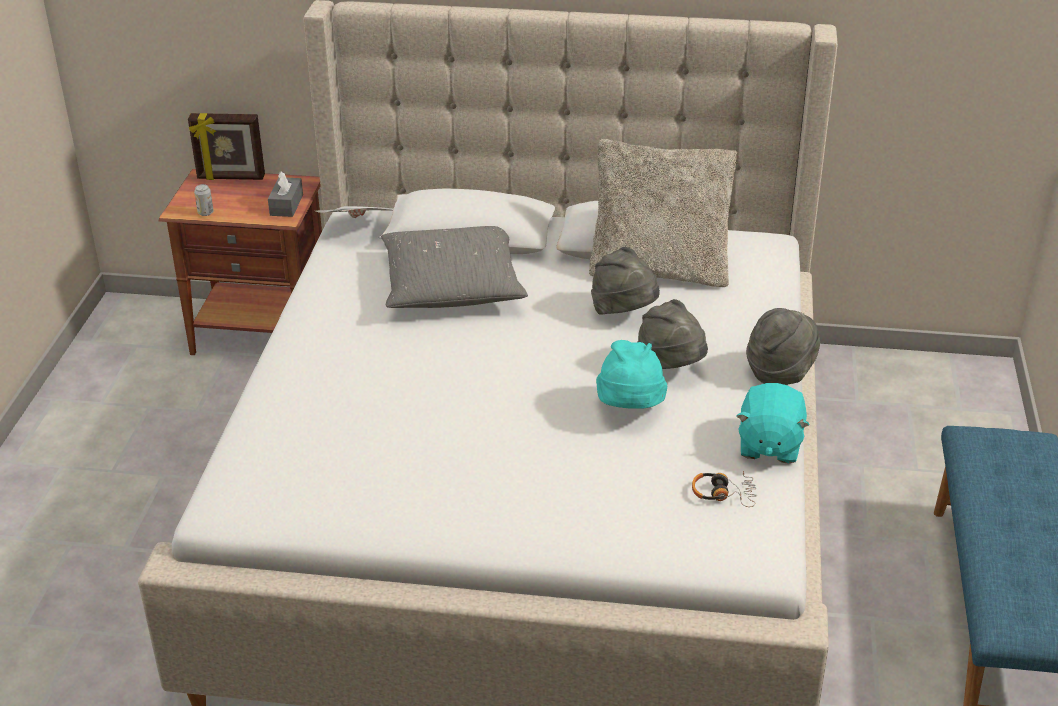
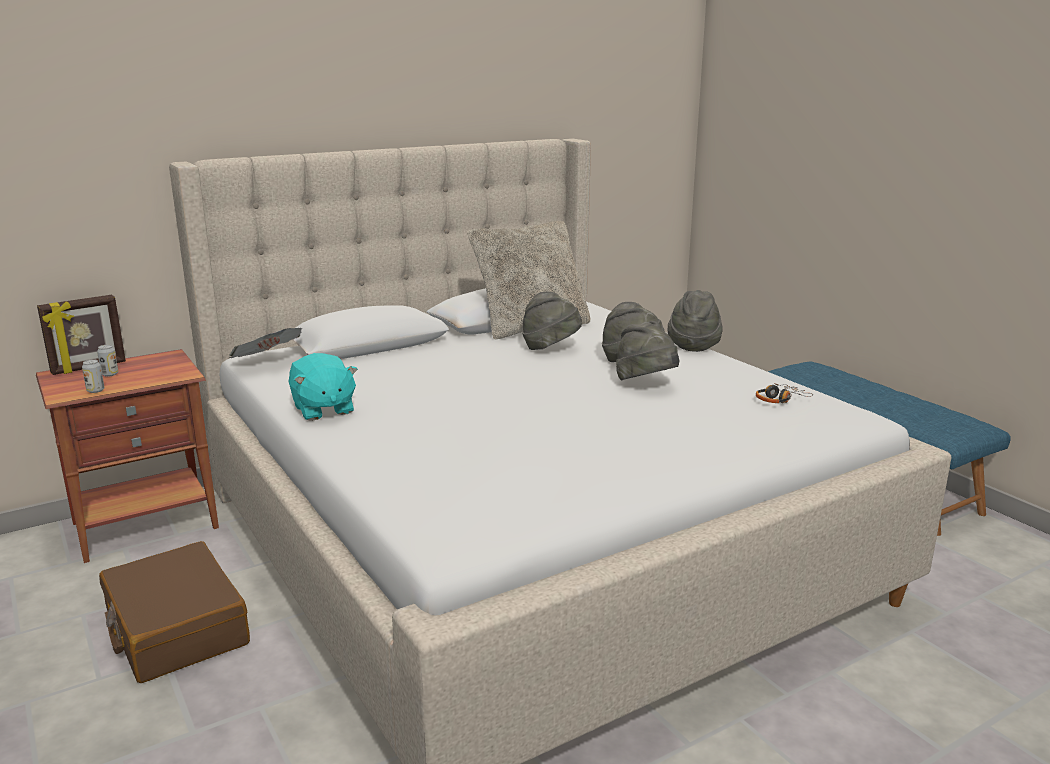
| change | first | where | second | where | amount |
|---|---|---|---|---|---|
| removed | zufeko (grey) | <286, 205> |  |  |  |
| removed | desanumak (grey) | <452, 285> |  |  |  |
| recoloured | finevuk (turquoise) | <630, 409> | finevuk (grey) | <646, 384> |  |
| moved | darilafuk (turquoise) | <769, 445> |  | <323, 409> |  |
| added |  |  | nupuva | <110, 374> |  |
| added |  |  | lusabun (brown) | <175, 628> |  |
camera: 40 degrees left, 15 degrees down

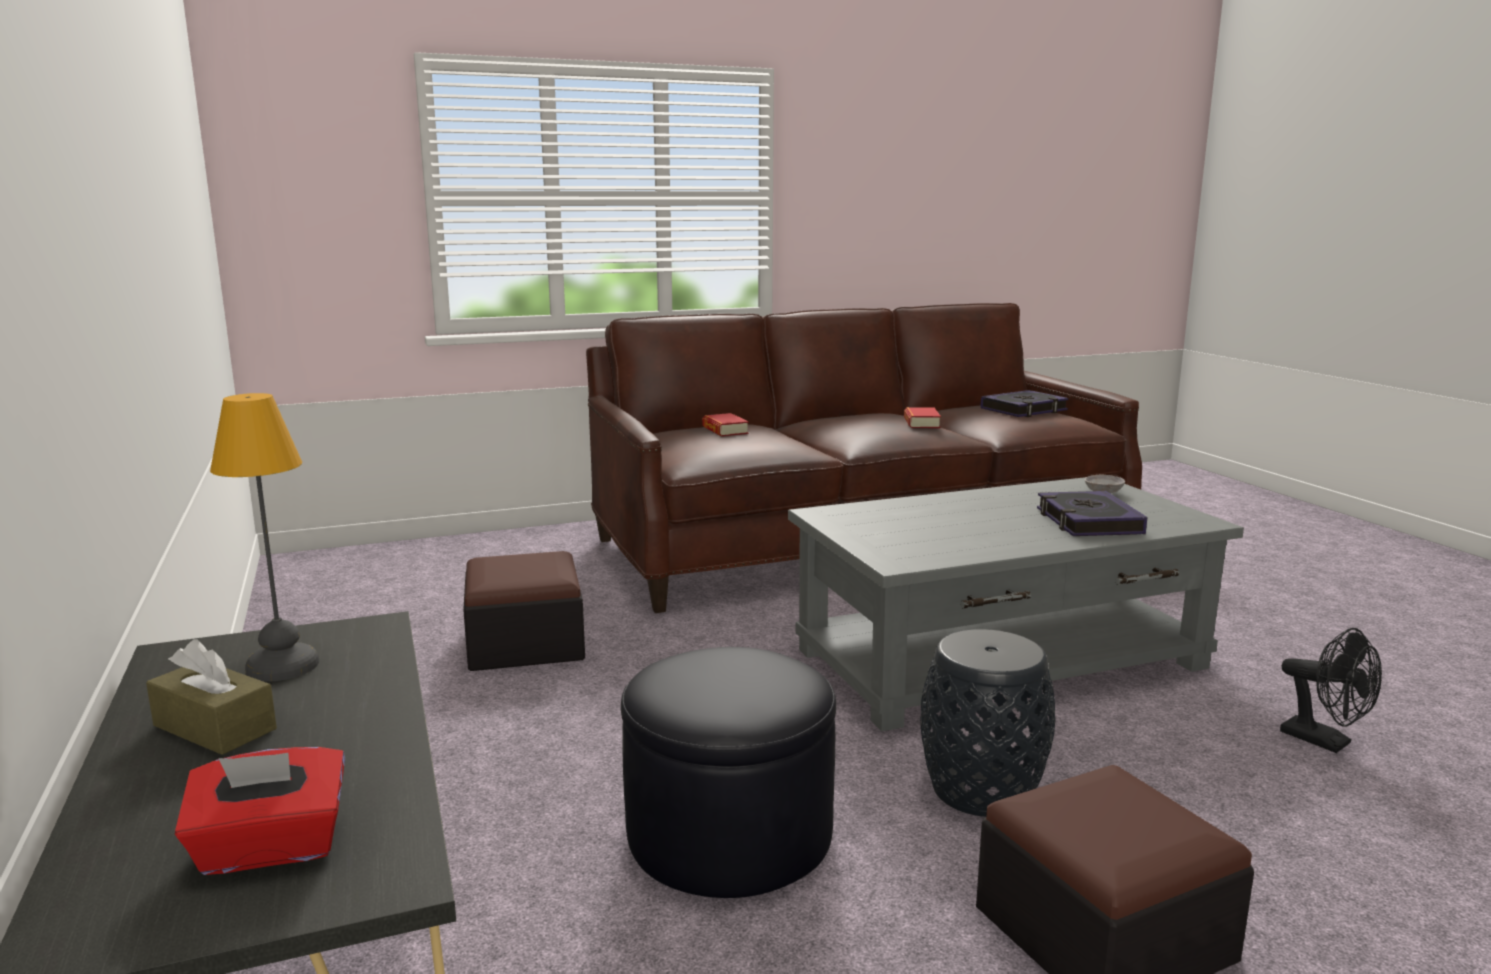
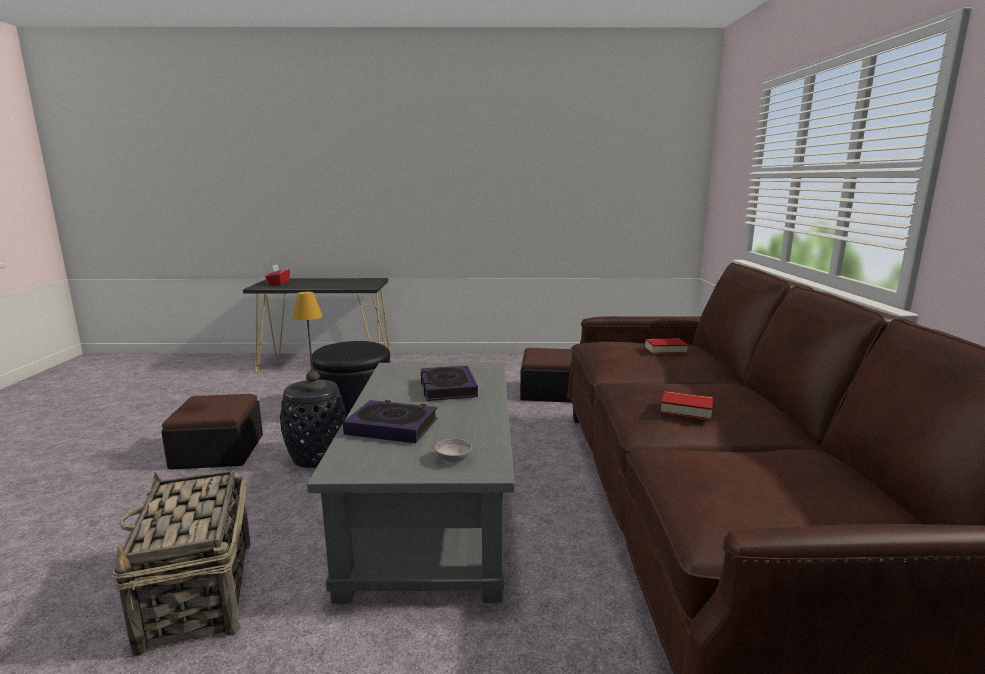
| change | first | where | second | where | amount |
|---|---|---|---|---|---|
| moved | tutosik | <1024, 410> |  | <447, 388> |  |
| moved | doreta | <285, 665> |  | <313, 387> |  |
| replaced | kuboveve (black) | <1325, 742> | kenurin | <198, 594> |  |
| removed | zufeko (brown) | <215, 727> |  |  |  |
camera: 110 degrees right, 0 degrees up

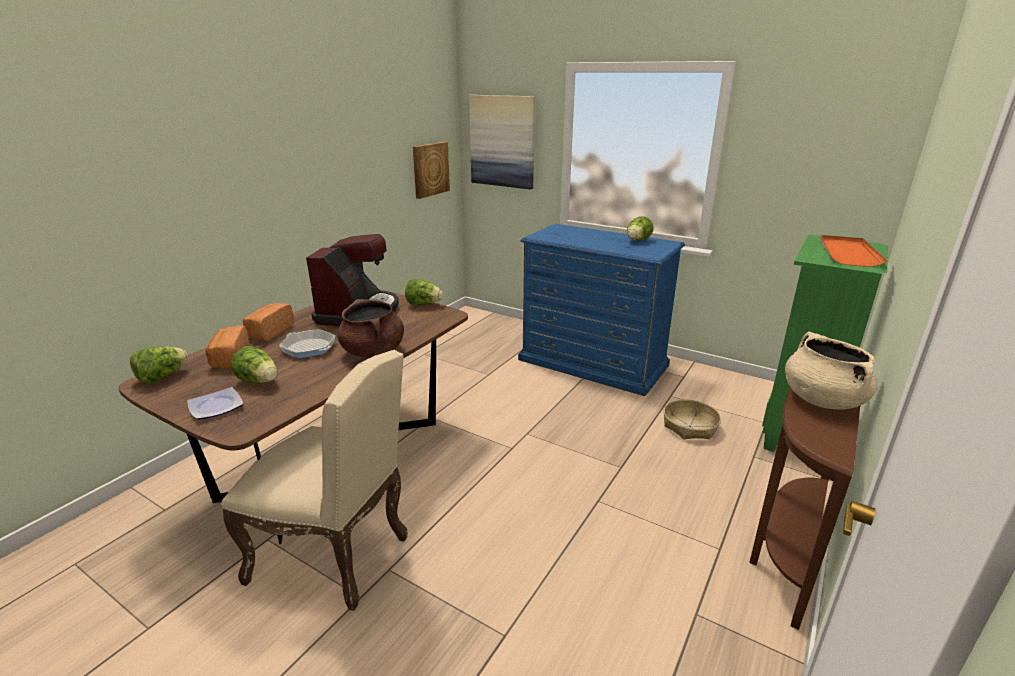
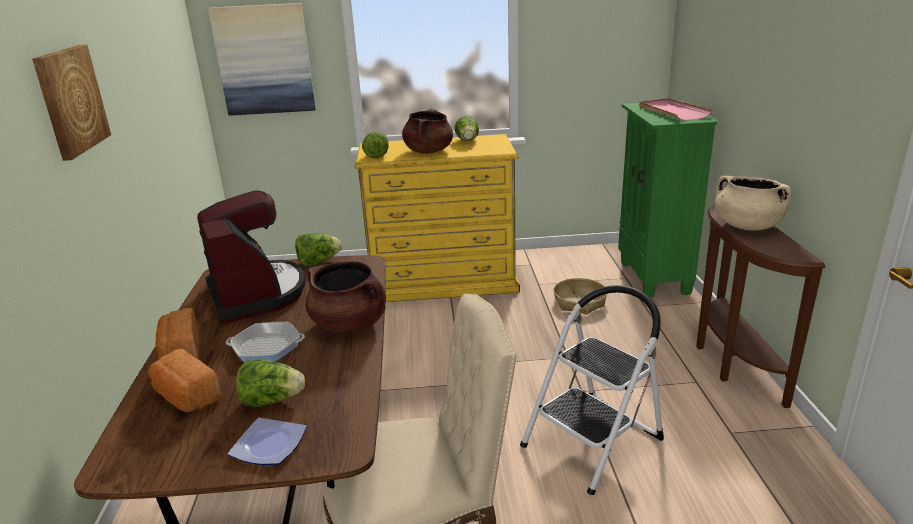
| change | first | where | second | where | amount |
|---|---|---|---|---|---|
| moved | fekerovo | <430, 169> |  | <70, 100> |  |
| recoloured | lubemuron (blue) | <593, 362> | lubemuron (yellow) | <443, 280> |  |
| recoloured | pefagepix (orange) | <847, 253> | pefagepix (pink) | <672, 112> |  |
| moved | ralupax | <162, 377> |  | <377, 155> |  |
| added |  |  | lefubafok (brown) | <428, 151> |  |
| added |  |  | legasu | <595, 441> |  |
camera: 35 degrees left, 0 degrees up

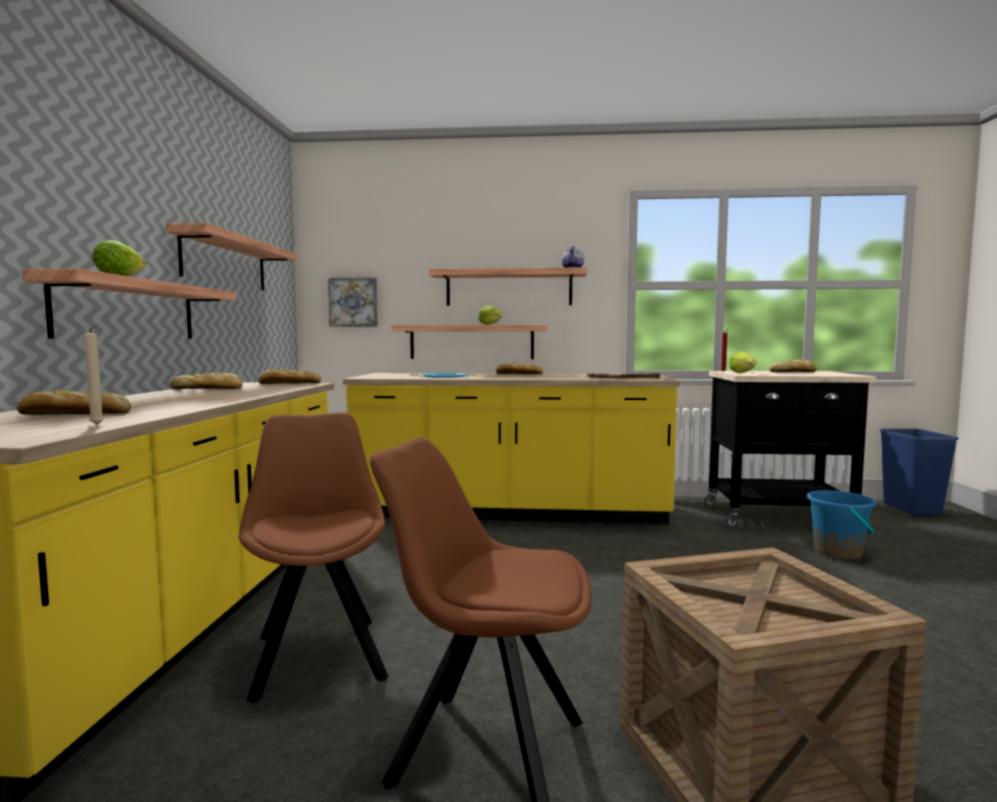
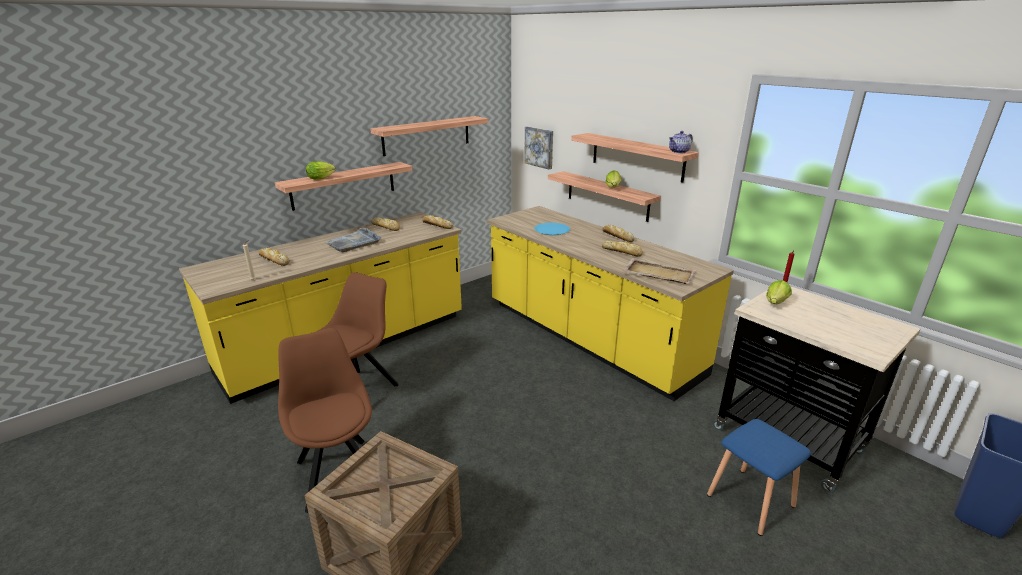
| change | first | where | second | where | amount |
|---|---|---|---|---|---|
| moved | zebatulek | <793, 372> |  | <622, 252> |  |
| replaced | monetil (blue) | <838, 552> | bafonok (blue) | <750, 499> |  |
| added |  |  | pefagepix (grey) | <354, 242> |  |
camera: 45 degrees right, 20 degrees up

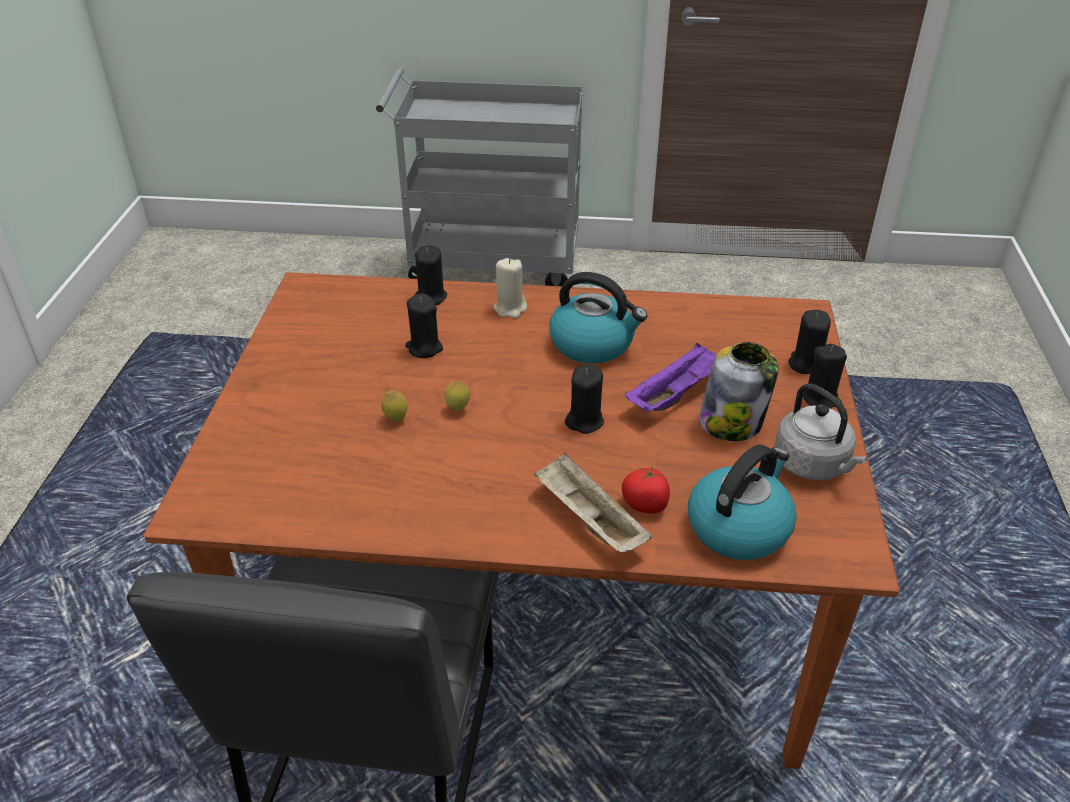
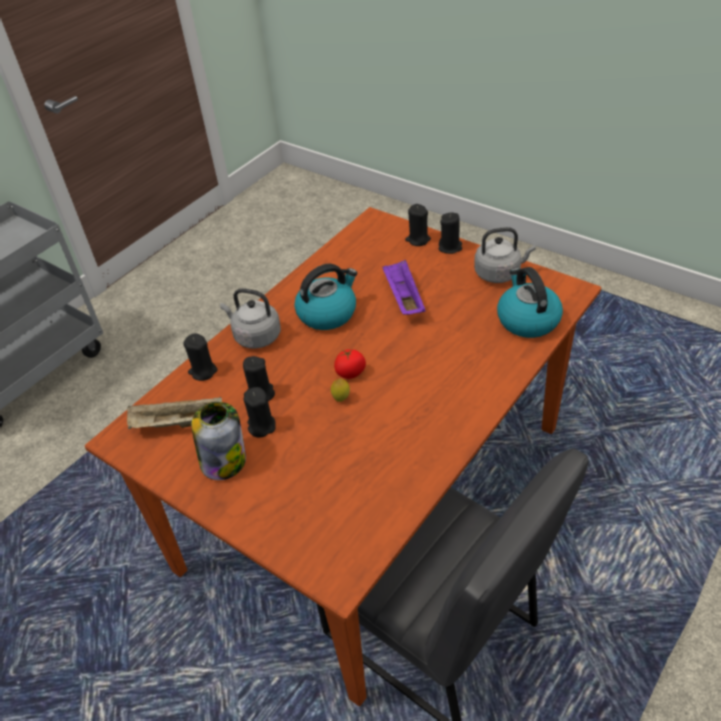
| change | first | where | second | where | amount |
|---|---|---|---|---|---|
| replaced | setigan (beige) | <510, 308> | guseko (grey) | <255, 336> |  |
| moved | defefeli | <732, 422> |  | <223, 460> |  |
| moved | setigan (black) | <584, 421> |  | <261, 426> |  |
| removed | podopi | <395, 419> |  |  |  |
| moved | pefagepix (beige) | <588, 520> |  | <176, 424> |  |
| moved | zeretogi | <645, 504> |  | <351, 373> |  |
camera: 55 degrees left, 5 degrees up

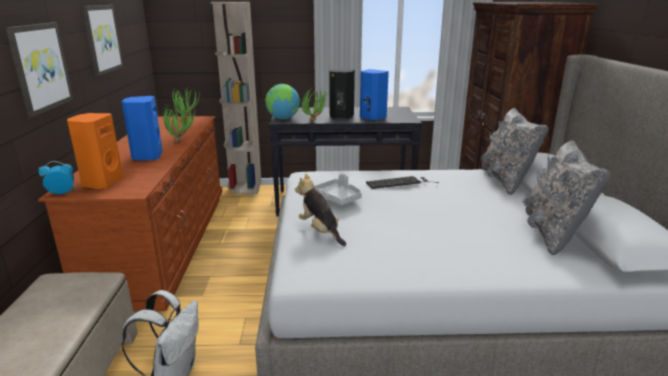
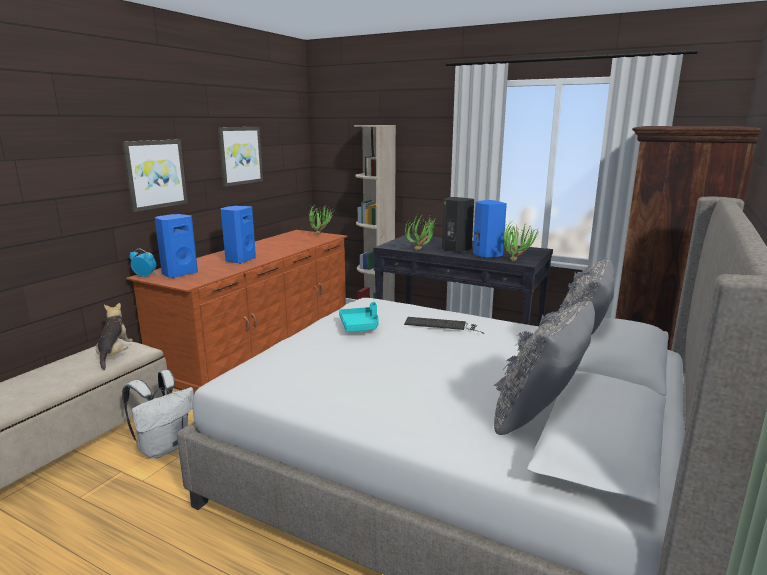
| change | first | where | second | where | amount |
|---|---|---|---|---|---|
| removed | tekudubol | <283, 119> |  |  |  |
| moved | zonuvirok | <180, 141> |  | <516, 260> |  |
| recoloured | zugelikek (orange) | <101, 183> | zugelikek (blue) | <179, 274> |  |
| moved | darilafuk | <320, 231> |  | <115, 355> |  |
| recoloured | pefagepix (grey) | <338, 198> | pefagepix (turquoise) | <360, 326> |  |
camera: 30 degrees right, 5 degrees down

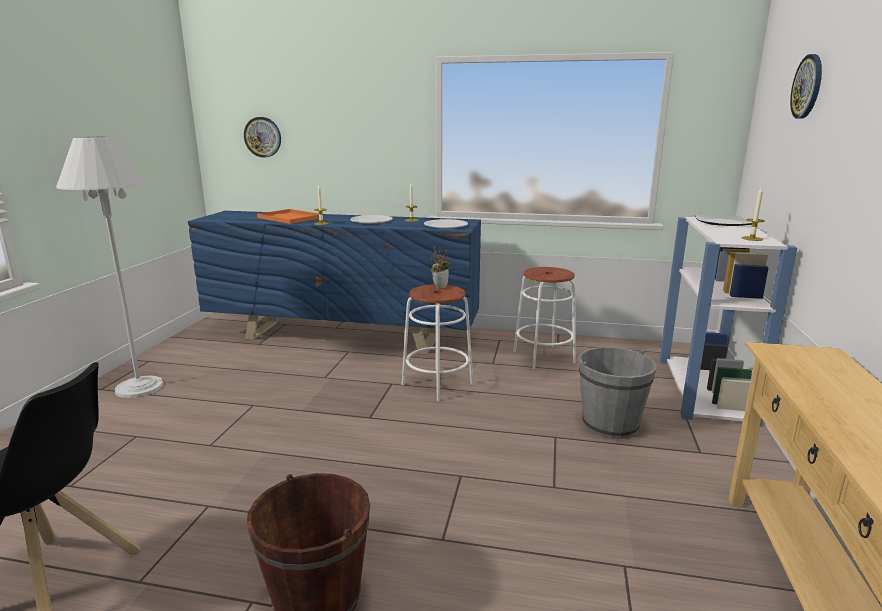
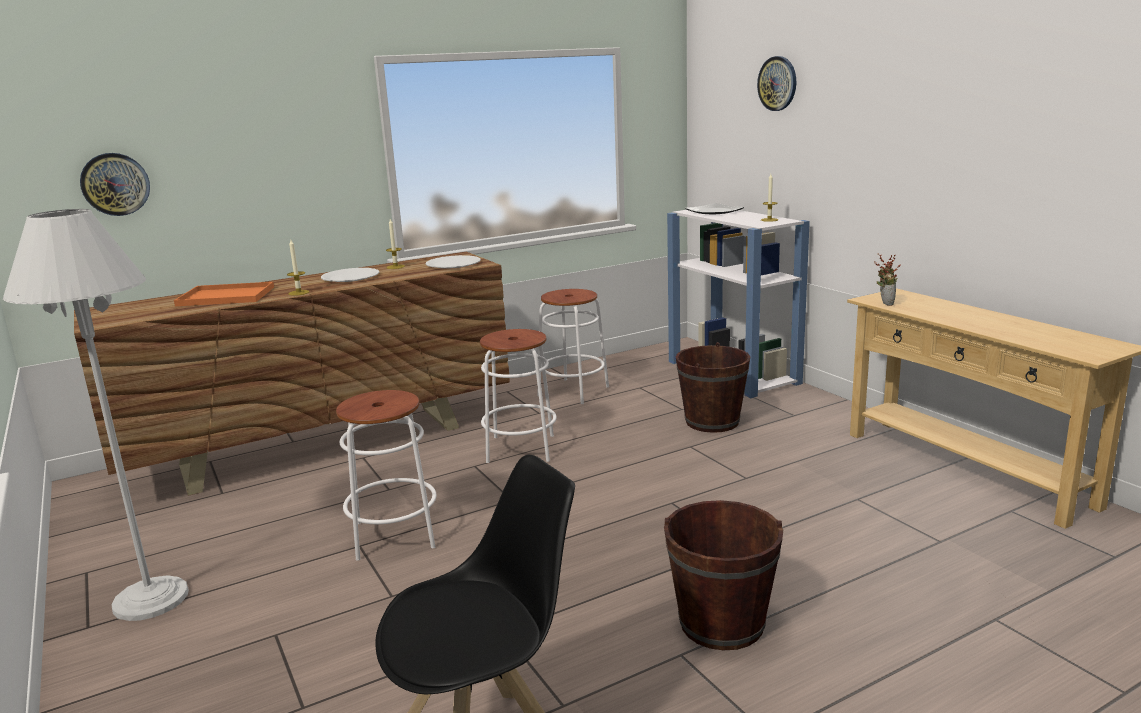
| change | first | where | second | where | amount |
|---|---|---|---|---|---|
| recoloured | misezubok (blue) | <343, 337> | misezubok (brown) | <325, 447> |  |
| moved | zonuvirok | <440, 287> |  | <884, 303> |  |
| recoloured | monetil (grey) | <610, 424> | monetil (brown) | <712, 422> |  |
| added |  |  | bafonok (white) | <394, 535> |  |
camera: 40 degrees left, 0 degrees up

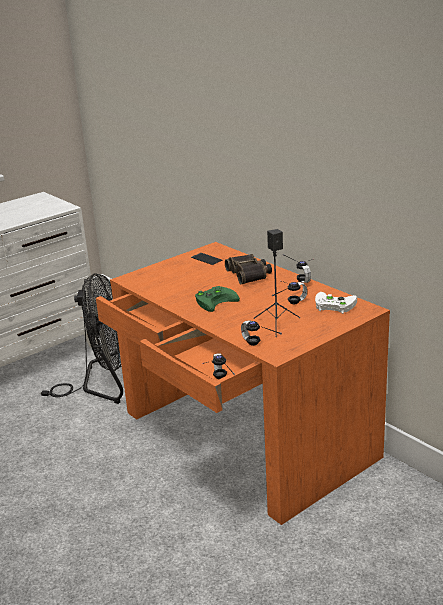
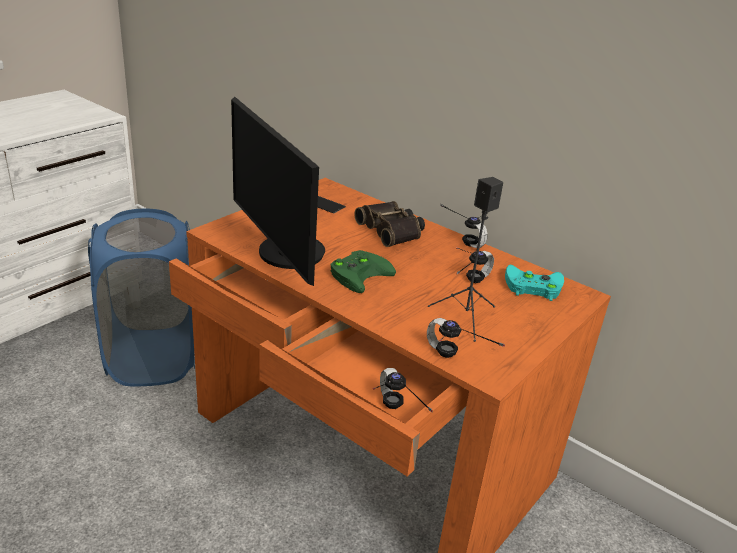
| change | first | where | second | where | amount |
|---|---|---|---|---|---|
| replaced | kuboveve (black) | <101, 379> | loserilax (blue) | <152, 357> |  |
| recoloured | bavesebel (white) | <333, 305> | bavesebel (turquoise) | <531, 286> |  |
| added |  |  | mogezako | <284, 254> |  |
camera: 15 degrees left, 5 degrees up

